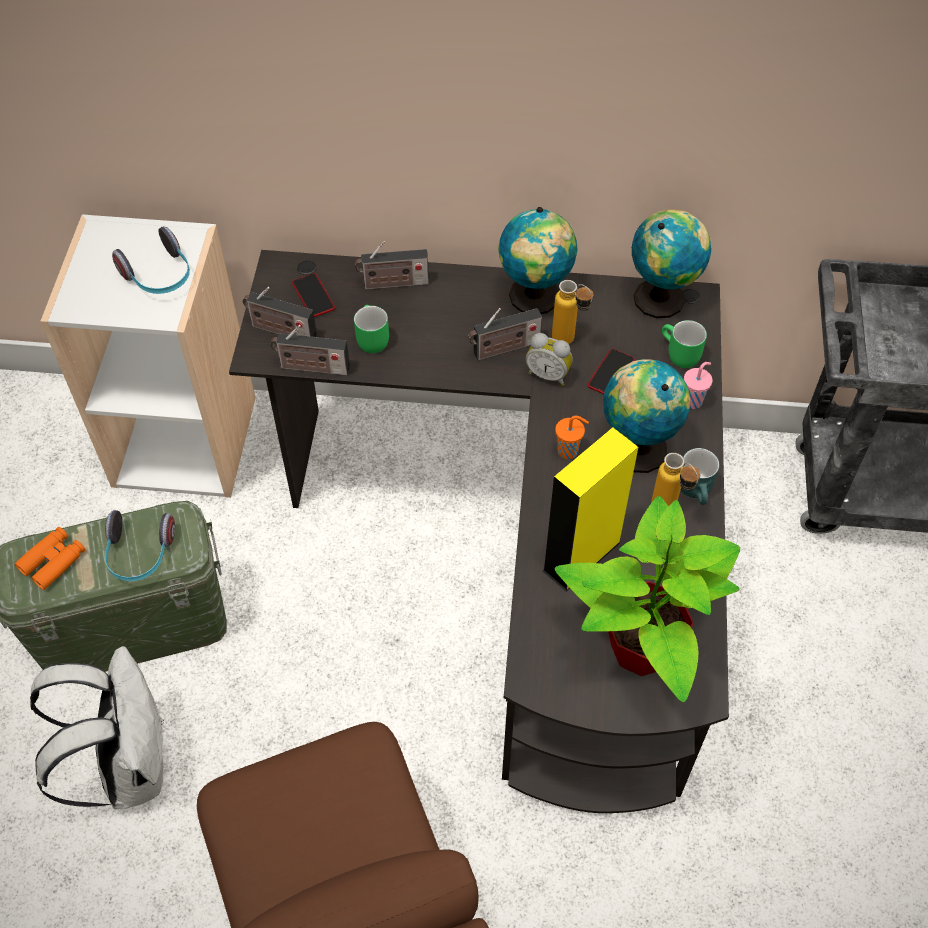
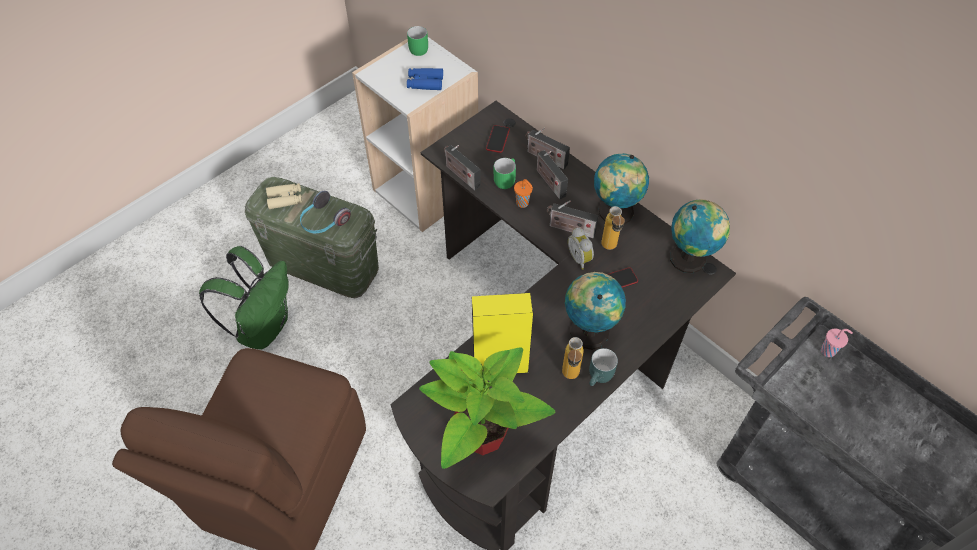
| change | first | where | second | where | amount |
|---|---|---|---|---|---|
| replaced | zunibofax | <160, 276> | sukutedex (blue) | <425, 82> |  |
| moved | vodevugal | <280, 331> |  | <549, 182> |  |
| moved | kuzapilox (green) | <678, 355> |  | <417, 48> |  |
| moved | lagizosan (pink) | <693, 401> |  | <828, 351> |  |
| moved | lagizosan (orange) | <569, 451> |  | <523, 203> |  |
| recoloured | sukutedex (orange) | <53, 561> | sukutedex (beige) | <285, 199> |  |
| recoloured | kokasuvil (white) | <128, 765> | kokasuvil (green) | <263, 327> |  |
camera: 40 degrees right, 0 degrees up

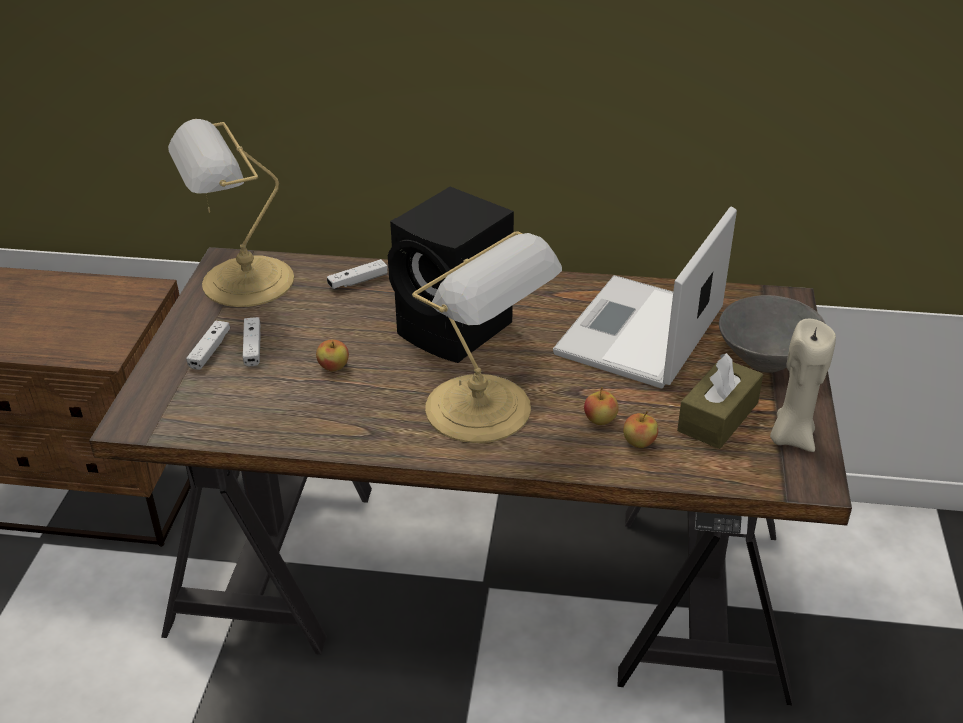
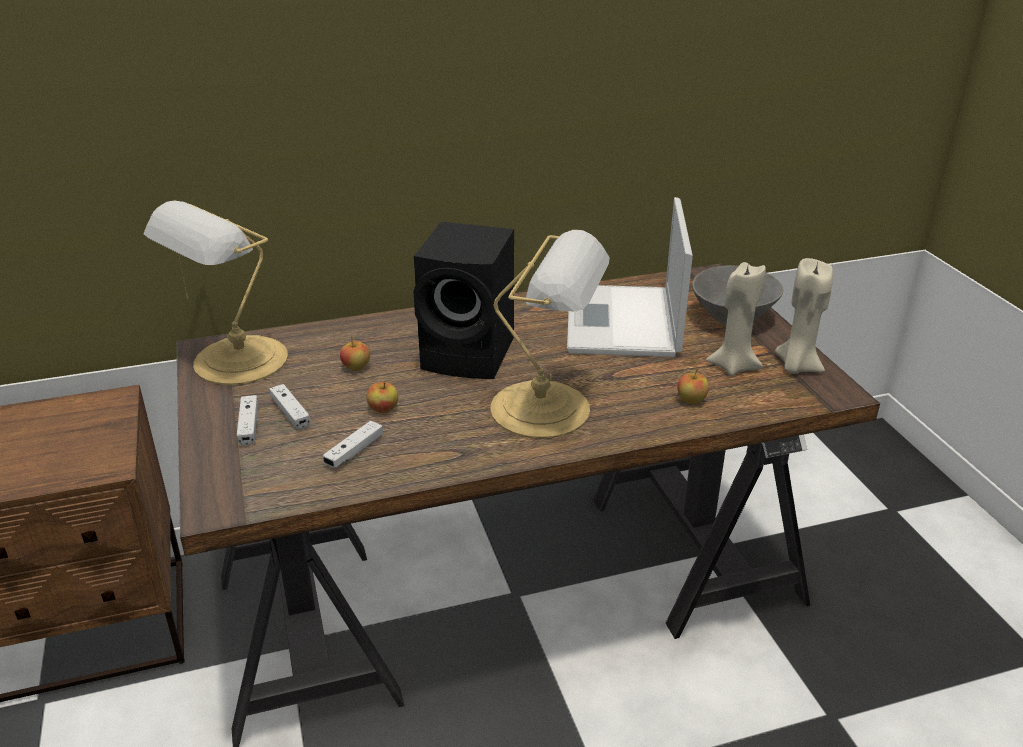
| change | first | where | second | where | amount |
|---|---|---|---|---|---|
| moved | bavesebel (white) | <358, 281> |  | <354, 452> |  |
| replaced | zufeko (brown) | <718, 417> | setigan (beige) | <733, 366> |  |
| moved | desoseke | <600, 420> |  | <356, 367> |  |
camera: 25 degrees left, 5 degrees down

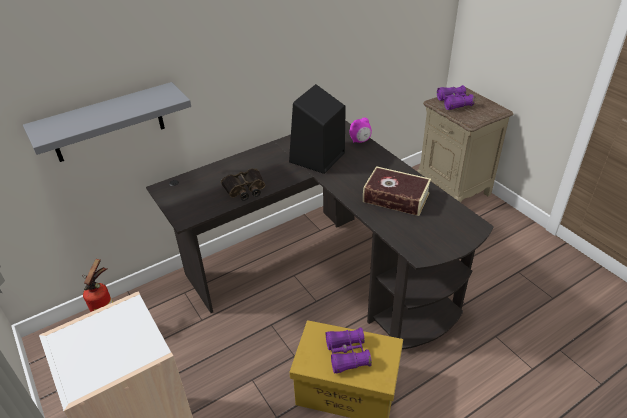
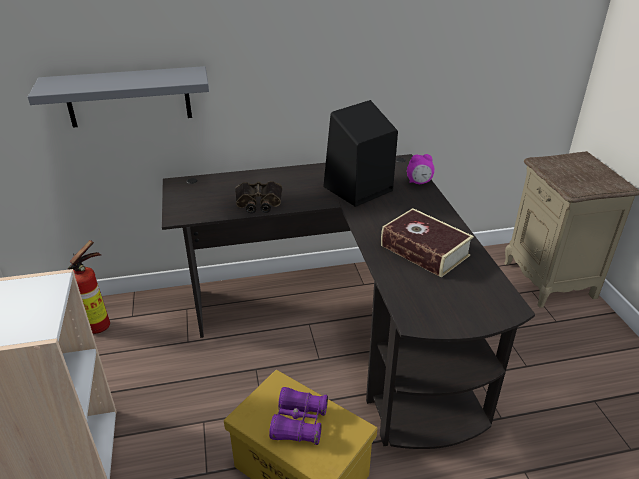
| change | first | where | second | where | amount |
|---|---|---|---|---|---|
| removed | sukutedex (purple) | <454, 103> |  |  |  |
camera: 20 degrees right, 5 degrees down

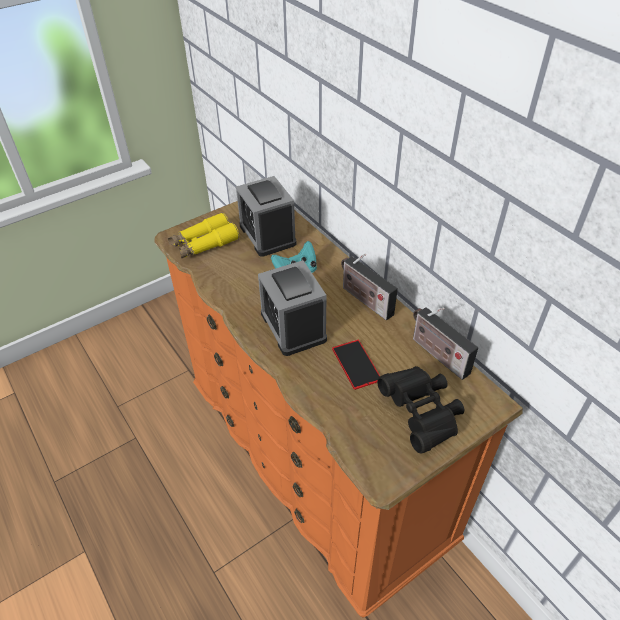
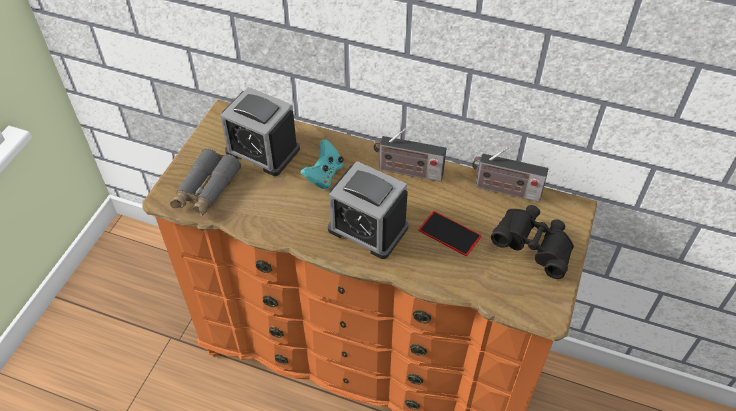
| change | first | where | second | where | amount |
|---|---|---|---|---|---|
| recoloured | sukutedex (yellow) | <204, 243> | sukutedex (grey) | <206, 190> |  |
camera: 35 degrees left, 5 degrees up

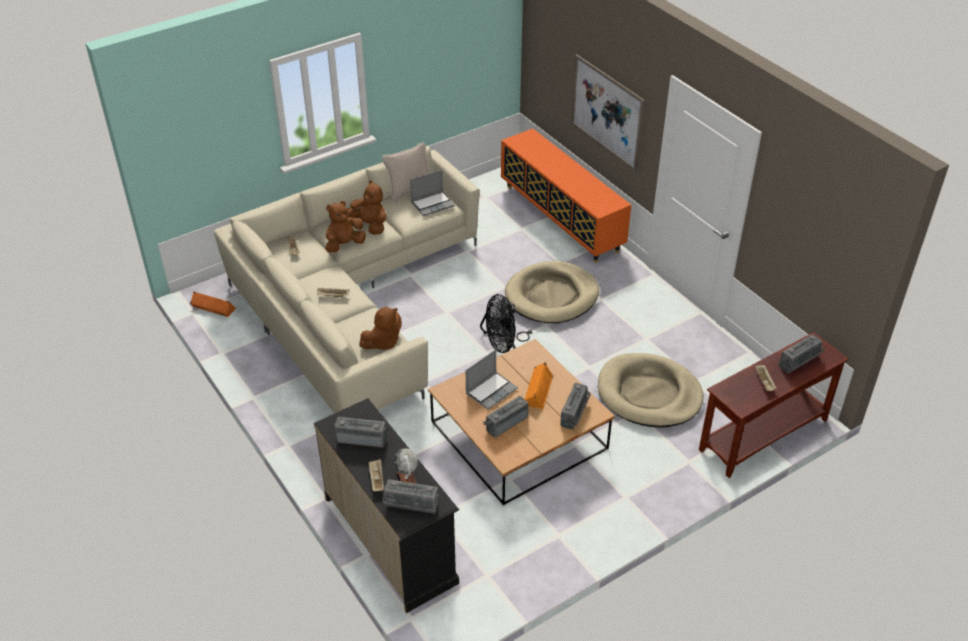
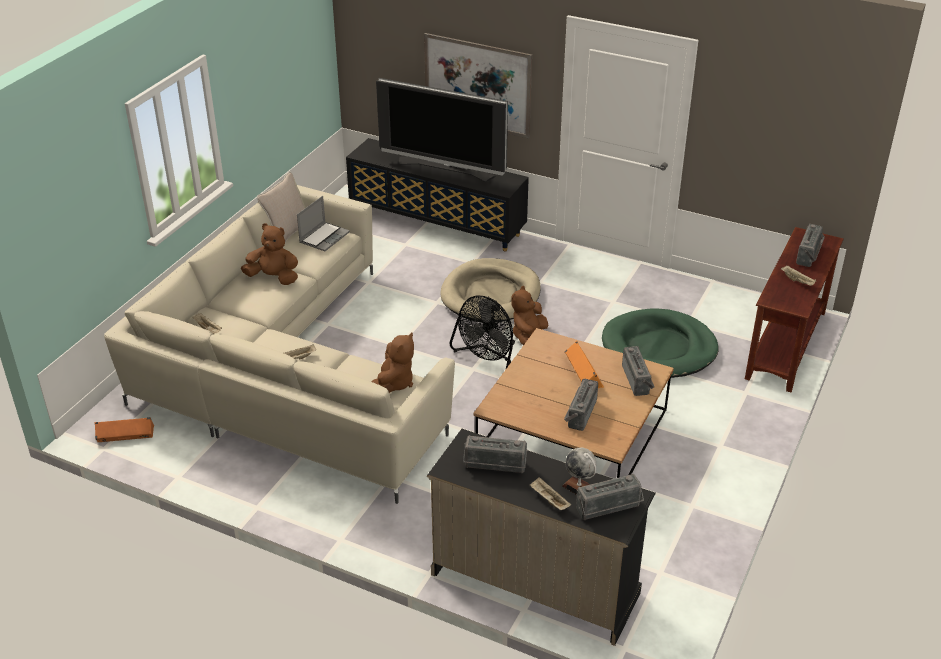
| change | first | where | second | where | amount |
|---|---|---|---|---|---|
| recoloured | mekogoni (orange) | <562, 219> | mekogoni (black) | <438, 223> |  |
| moved | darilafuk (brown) | <344, 245> |  | <528, 336> |  |
| removed | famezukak | <491, 390> |  |  |  |
| recoloured | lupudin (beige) | <649, 394> | lupudin (green) | <659, 348> |  |
| turned | vodevugal | <362, 438> |  | <494, 467> | 150 degrees counterclockwise |
| added |  |  | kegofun | <445, 169> |  |
camera: 30 degrees left, 5 degrees down

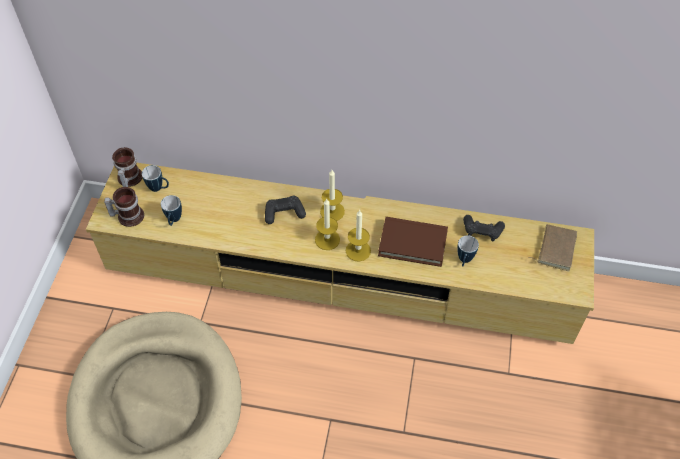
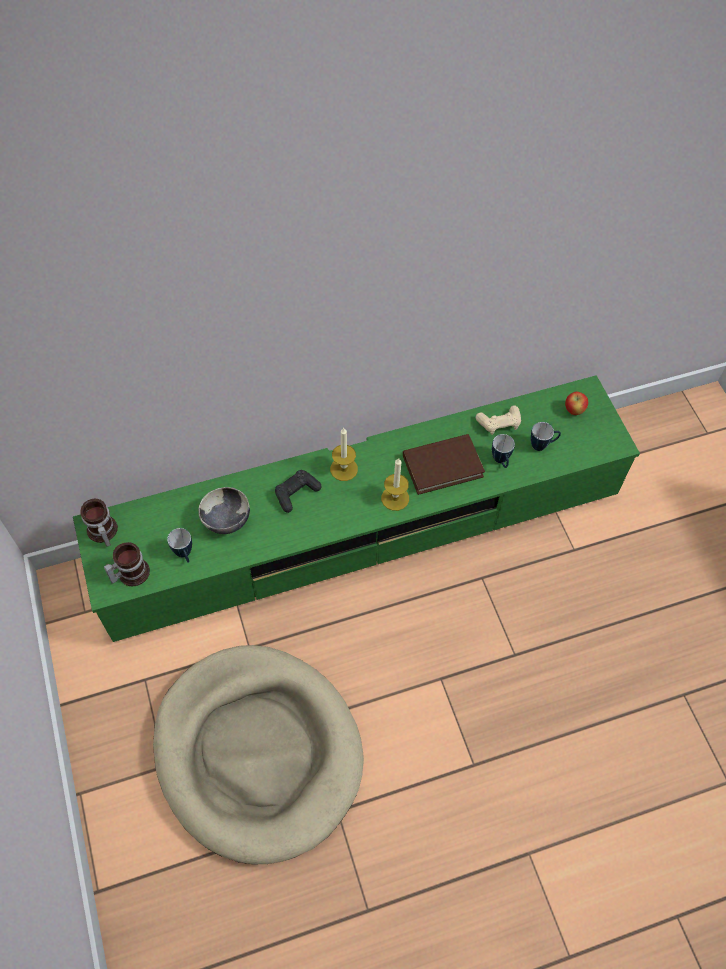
| change | first | where | second | where | amount |
|---|---|---|---|---|---|
| recoloured | mekogoni (beige) | <340, 276> | mekogoni (green) | <361, 530> |  |
| moved | kuzapilox | <159, 188> |  | <542, 445> |  |
| removed | setigan | <327, 239> |  |  |  |
| recoloured | bavesebel (black) | <482, 231> | bavesebel (beige) | <499, 423> |  |
| replaced | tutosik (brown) | <555, 248> | desoseke | <574, 410> |  |
| added |  |  | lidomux | <226, 521> |  |
camera: 30 degrees left, 5 degrees up

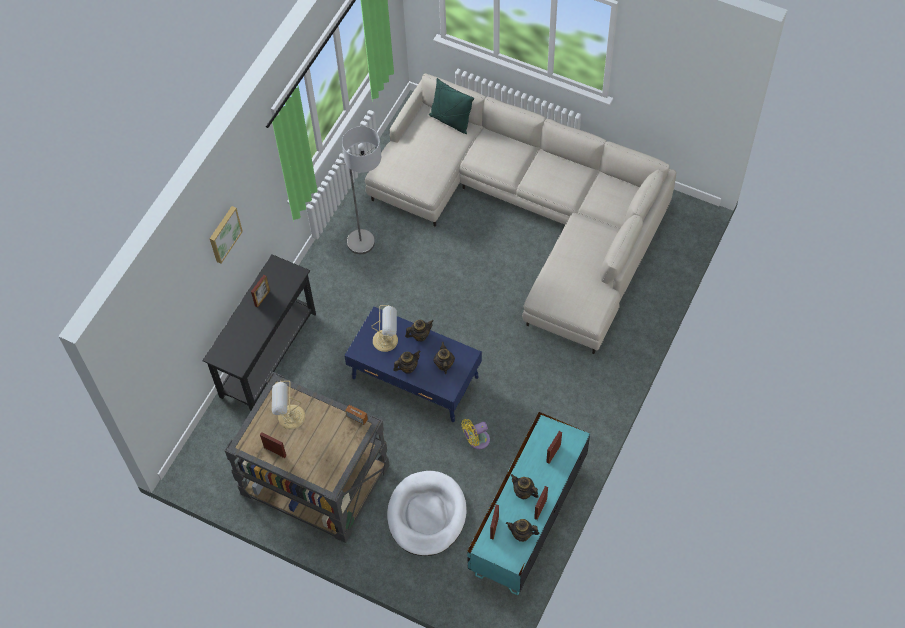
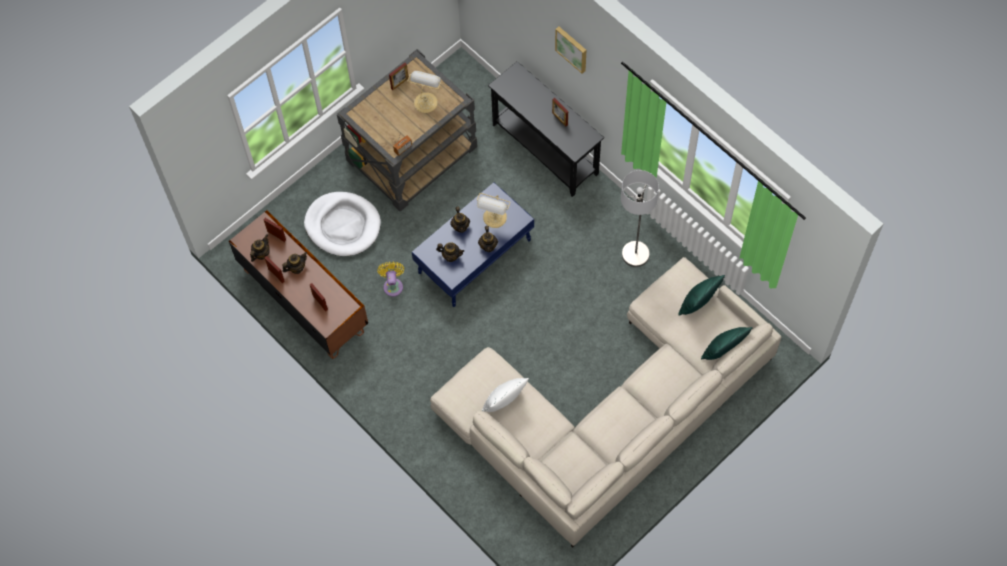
| change | first | where | second | where | amount |
|---|---|---|---|---|---|
| recoloured | mekogoni (turquoise) | <527, 519> | mekogoni (brown) | <304, 300> |  |
| added |  |  | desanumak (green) | <698, 303> |  |
| added |  |  | desanumak (white) | <504, 401> |  |
camera: 110 degrees right, 5 degrees up

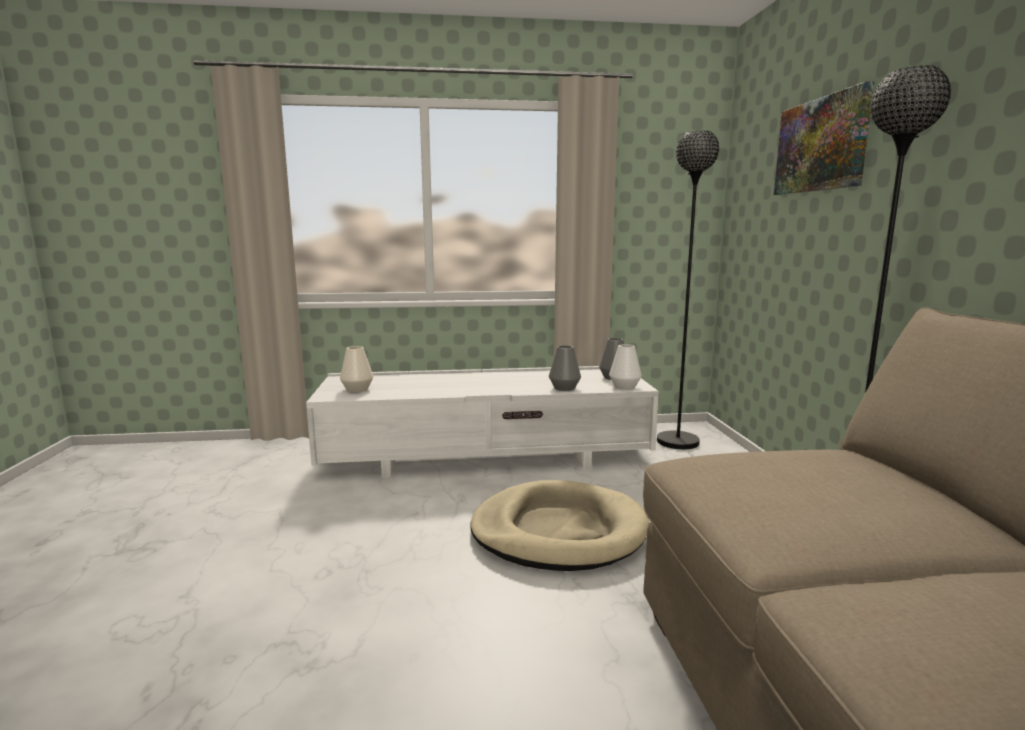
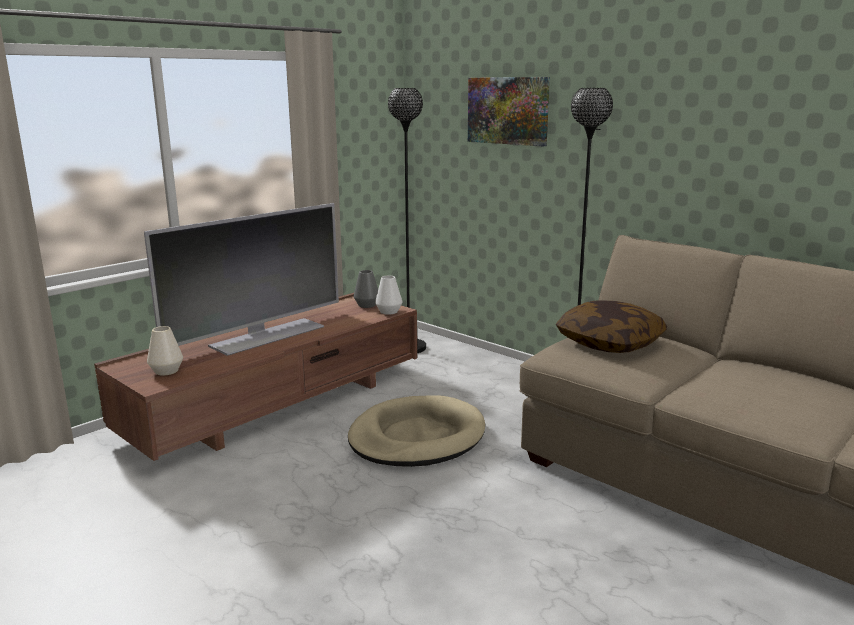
| change | first | where | second | where | amount |
|---|---|---|---|---|---|
| removed | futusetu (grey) | <564, 388> |  |  |  |
| recoloured | mekogoni (white) | <486, 454> | mekogoni (brown) | <277, 402> |  |
| added |  |  | kegofun | <266, 336> |  |
| added |  |  | desanumak | <609, 343> |  |
camera: 40 degrees left, 5 degrees up

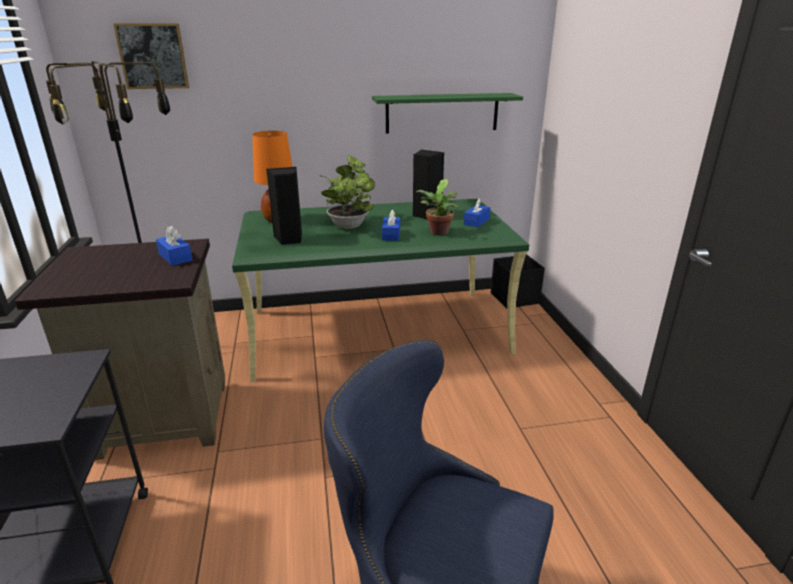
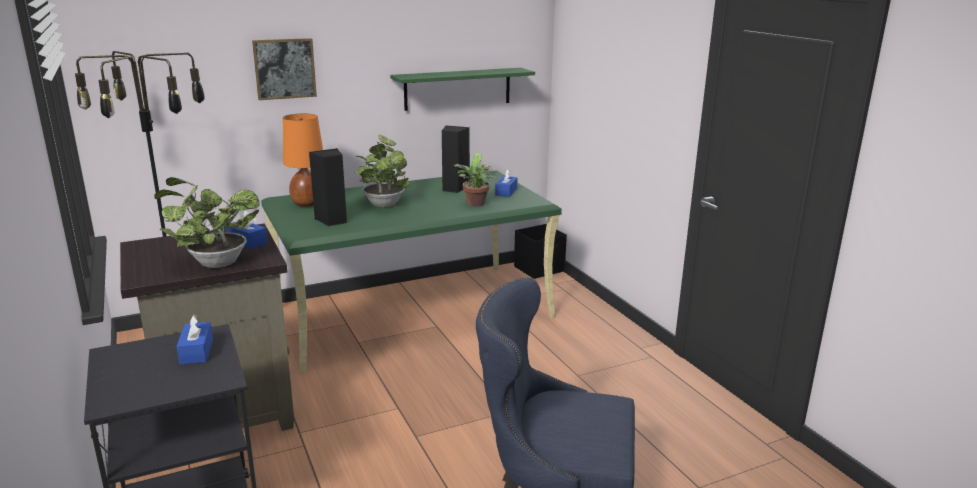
| change | first | where | second | where | amount |
|---|---|---|---|---|---|
| moved | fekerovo | <153, 56> |  | <284, 68> |  |
| moved | zufeko (blue) | <391, 235> |  | <196, 351> |  |
| added |  |  | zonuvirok | <214, 263> |  |
camera: 15 degrees left, 5 degrees down

